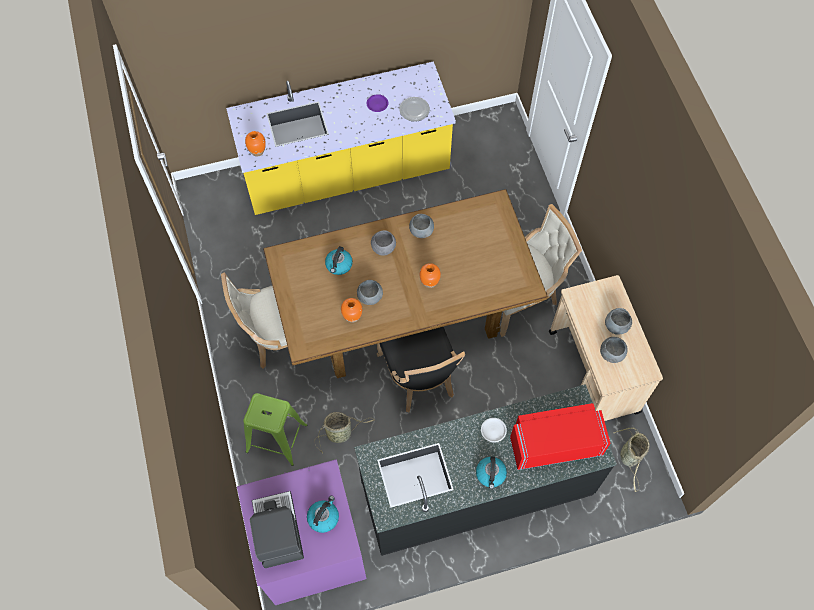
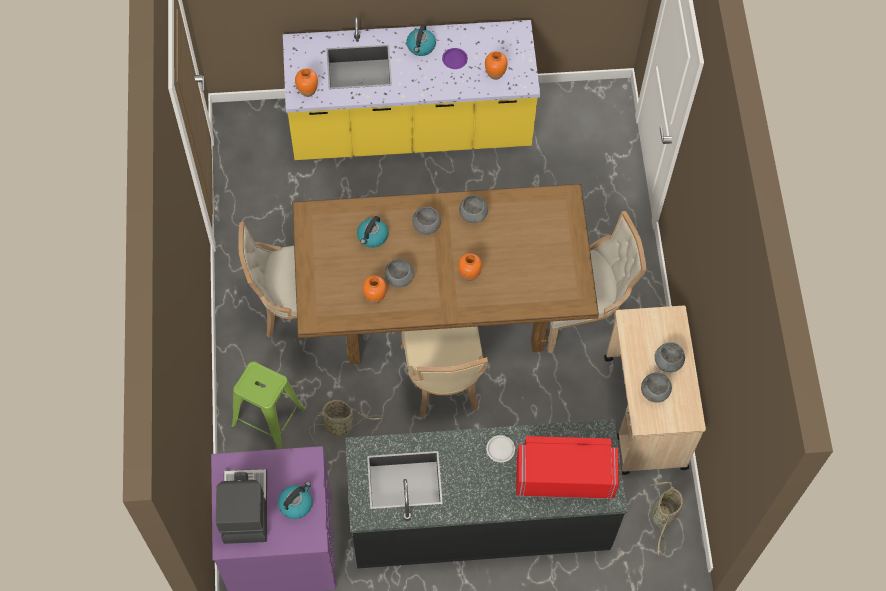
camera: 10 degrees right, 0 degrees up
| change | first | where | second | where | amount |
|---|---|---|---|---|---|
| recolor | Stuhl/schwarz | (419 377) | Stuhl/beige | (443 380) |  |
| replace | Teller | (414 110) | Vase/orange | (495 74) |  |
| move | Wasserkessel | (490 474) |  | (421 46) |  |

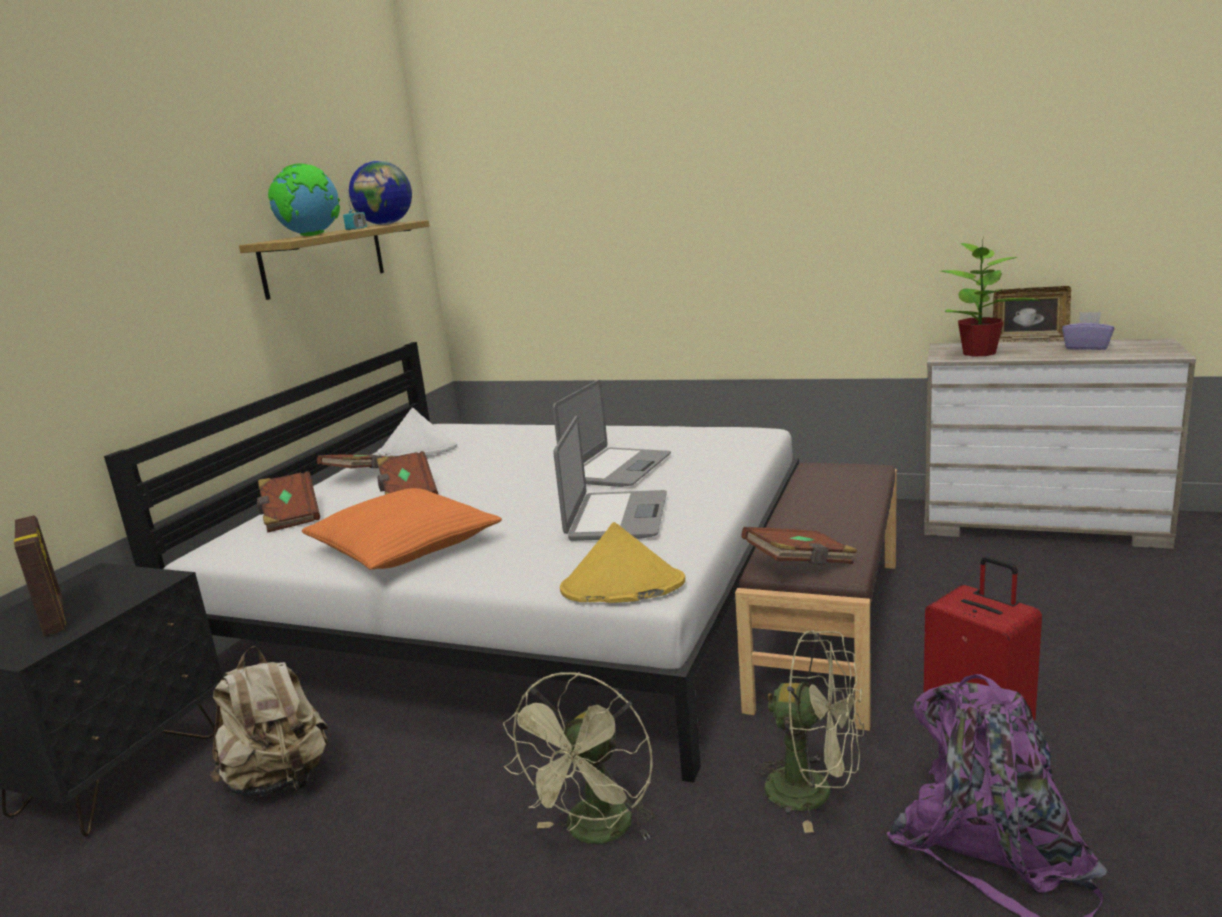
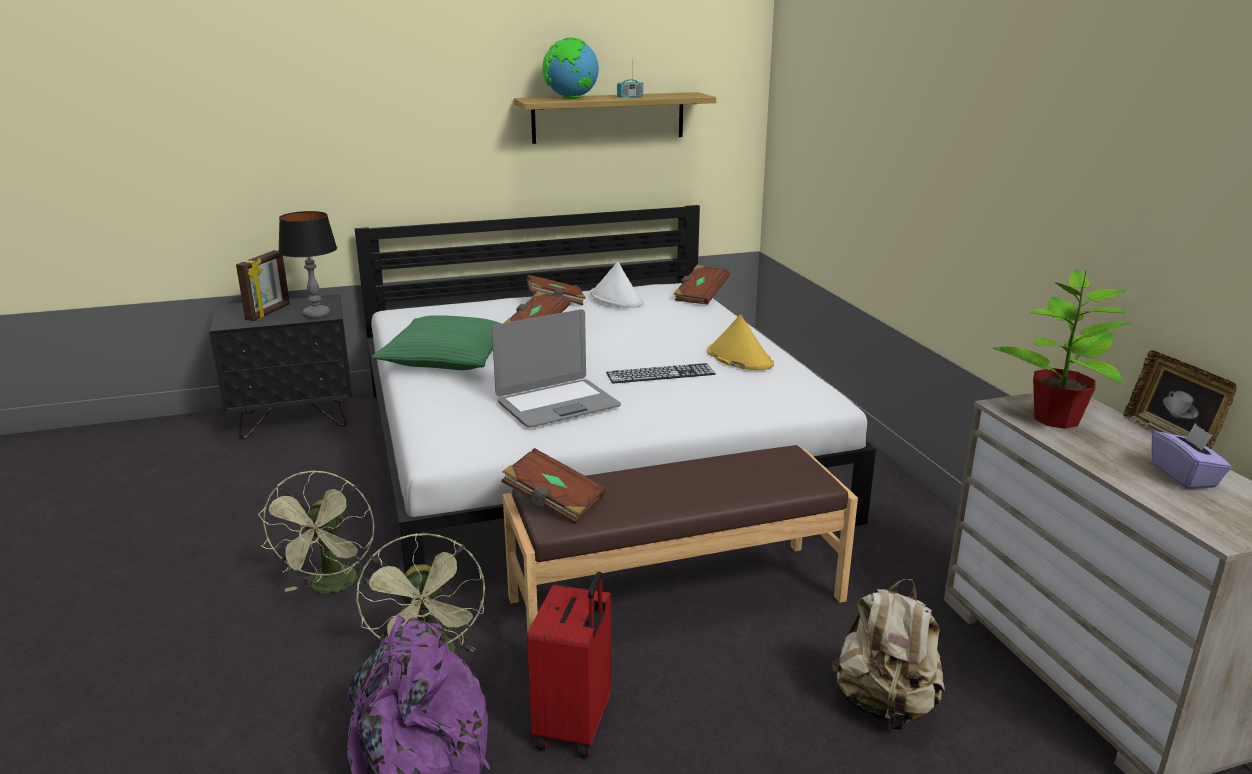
camera: 50 degrees right, 5 degrees up
| change | first | where | second | where | amount |
|---|---|---|---|---|---|
| move | Rucksack/beige | (280 781) |  | (884 705) |  |
| move | Buch/braun | (290 516) |  | (700 296) |  |
| recolor | Kissen/orange | (404 546) | Kissen/grün | (447 358) |  |
| delete | Globus | (386 224) |  |  |  |
| rotate | Ventilator/grün | (595 833) |  | (331 587) | 75 degrees counterclockwise |
| replace | Laptop | (616 468) | Tastatur | (660 373) |  |
| move | Hut/gelb | (622 586) |  | (739 358) |  |
| insert |  |  | Tischlampe | (316 315) |  |

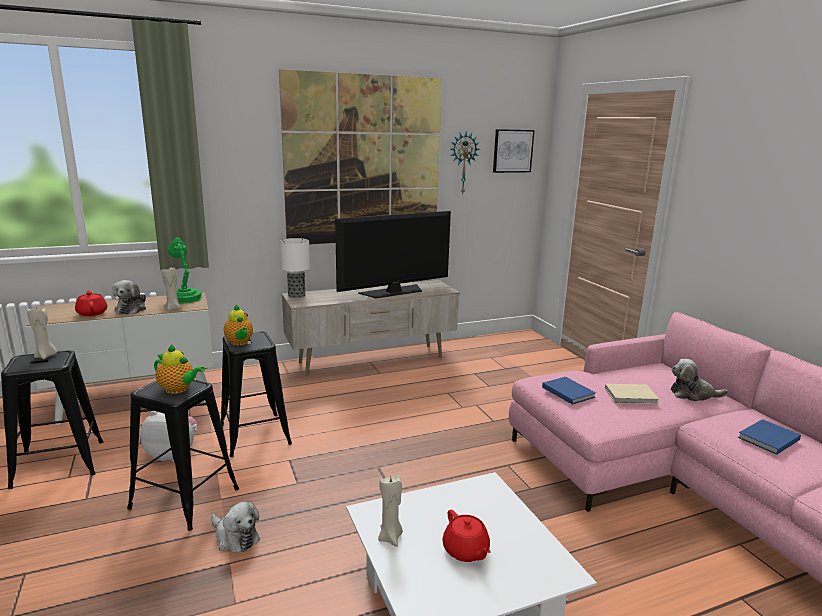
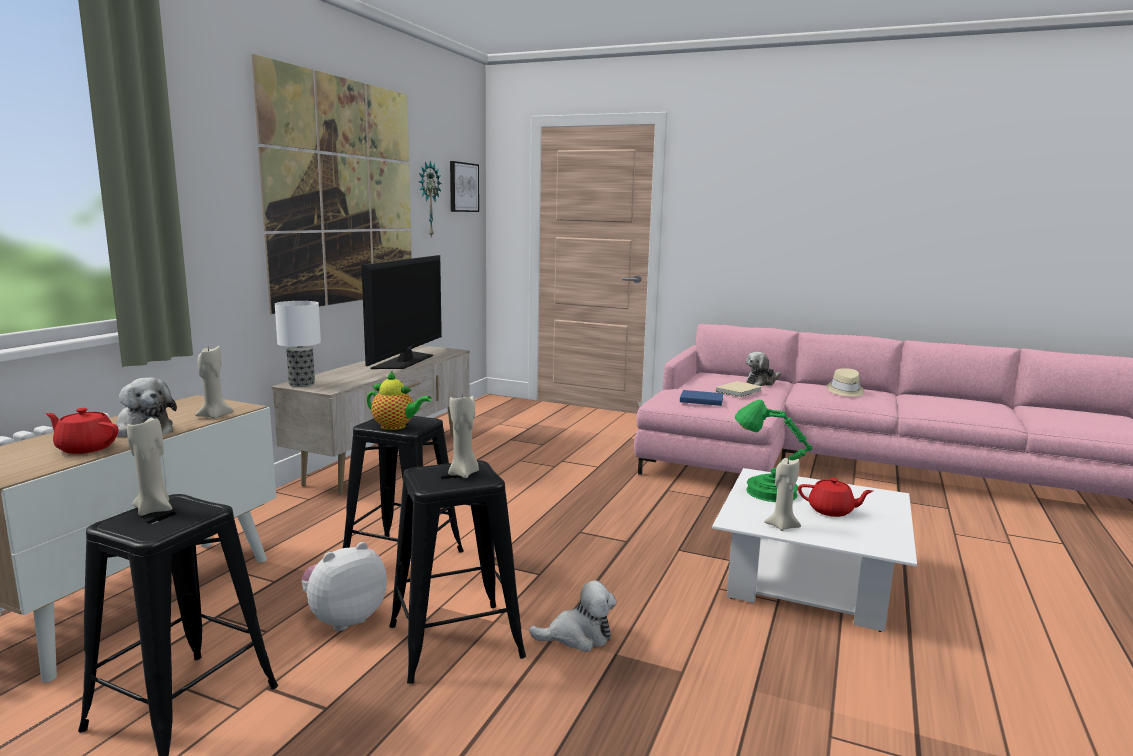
camera: 45 degrees left, 5 degrees down
| change | first | where | second | where | amount |
|---|---|---|---|---|---|
| replace | Teekanne | (178 389) | Kerze/beige | (464 474) |  |
| move | Tischlampe/grün | (184 298) |  | (766 492) |  |
| replace | Buch/blau | (767 439) | Hut/beige | (845 391) |  |

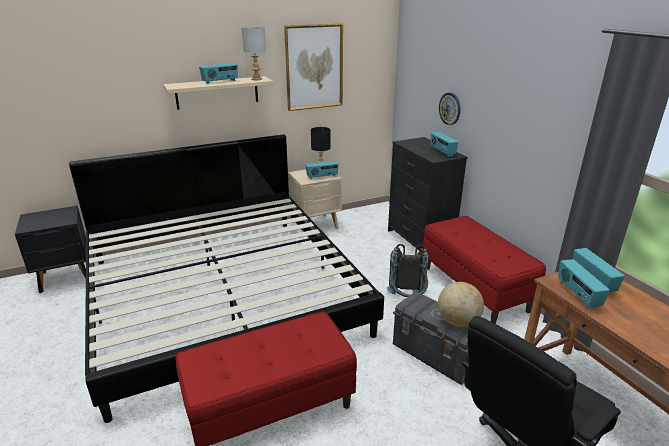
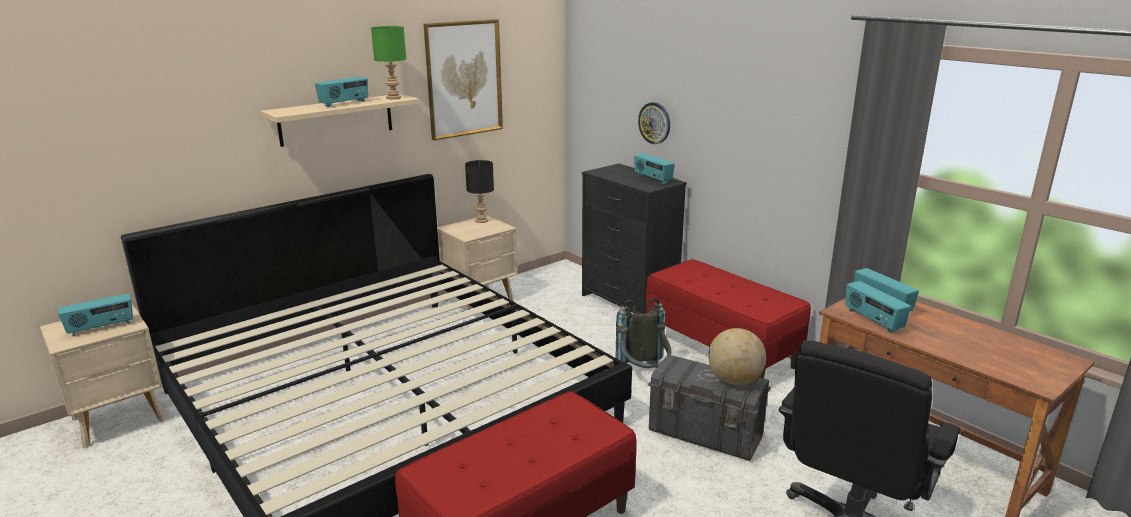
camera: 15 degrees left, 5 degrees down
| change | first | where | second | where | amount |
|---|---|---|---|---|---|
| recolor | Nachttisch/schwarz | (67 277) | Nachttisch/beige | (121 420) |  |
| recolor | Tischlampe/grau | (256 79) | Tischlampe/grün | (393 98) |  |
| move | Radio | (322 177) |  | (101 327) |  |

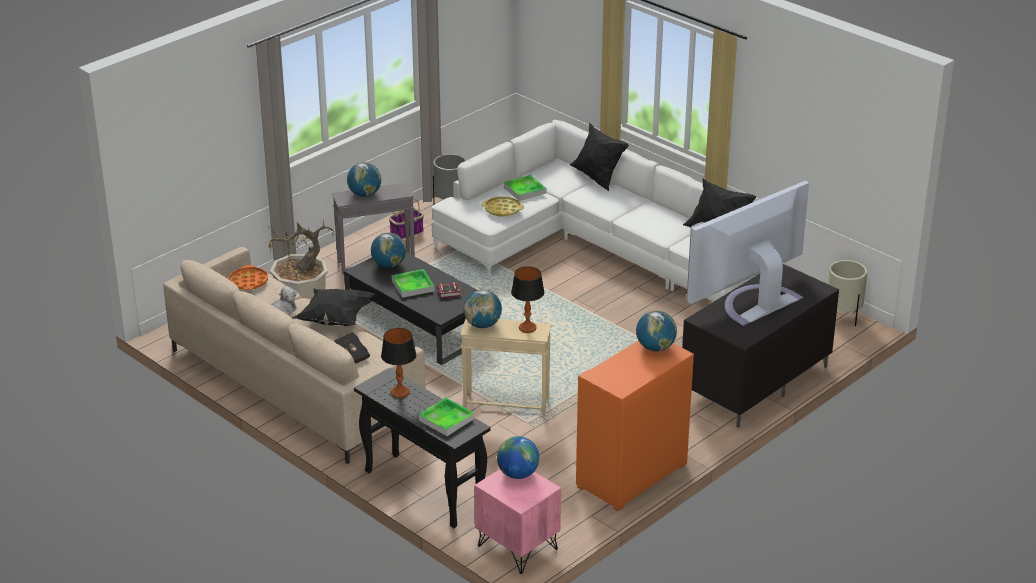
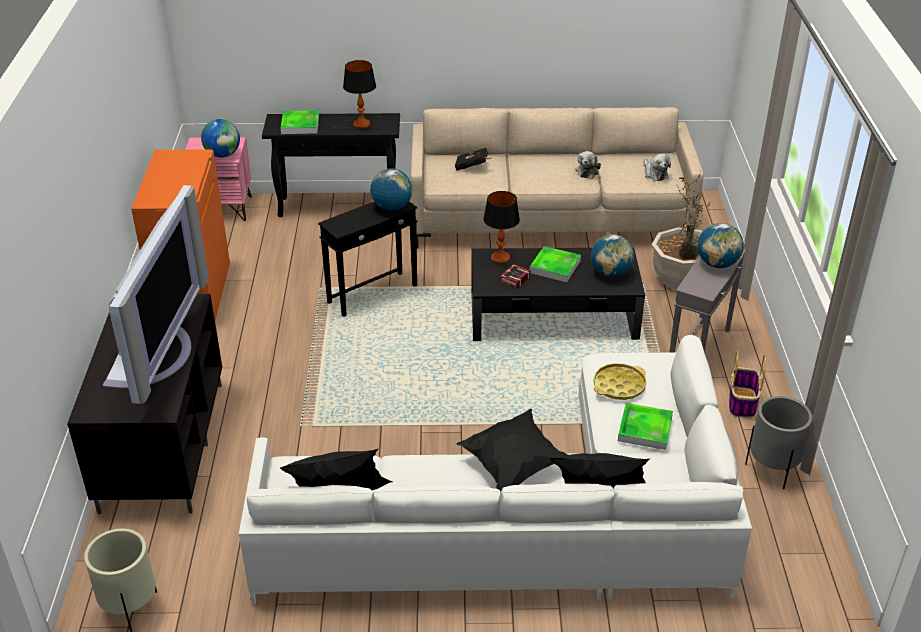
camera: 135 degrees right, 5 degrees up
| change | first | where | second | where | amount |
|---|---|---|---|---|---|
| replace | Tablett/orange | (248 282) | Plüschtier | (655 174) |  |
| move | Kissen/schwarz | (334 319) |  | (514 466) |  |
| recolor | Beistelltisch/beige | (506 402) | Beistelltisch/schwarz | (373 294) |  |
| move | Tischlampe | (527 328) |  | (500 258) |  |
| delete | Globus | (655 348) |  |  |  |

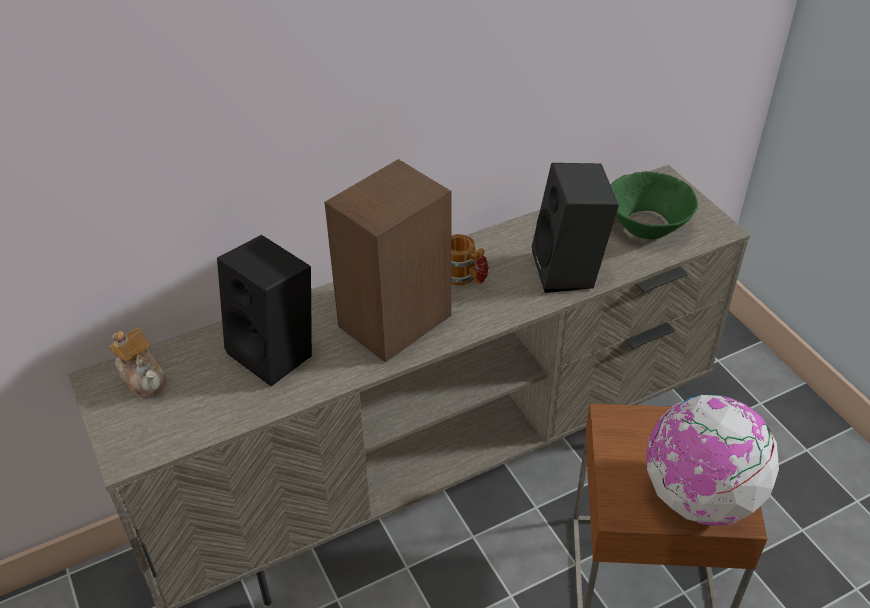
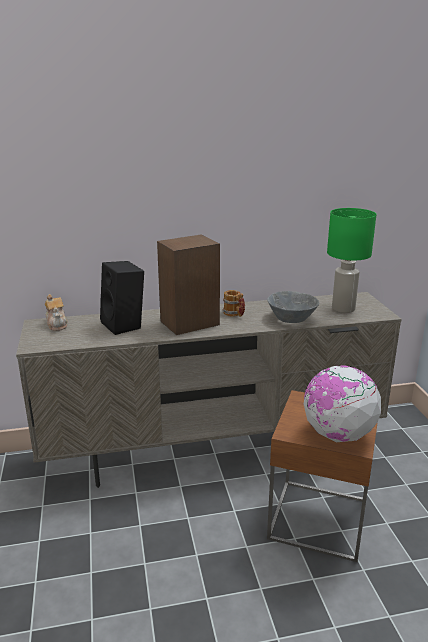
camera: 15 degrees right, 20 degrees down
| change | first | where | second | where | amount |
|---|---|---|---|---|---|
| replace | Lautsprecher/schwarz | (570 271) | Schüssel/grau | (292 318) |  |
| replace | Schüssel/grün | (647 225) | Tischlampe/grün | (344 309) |  |

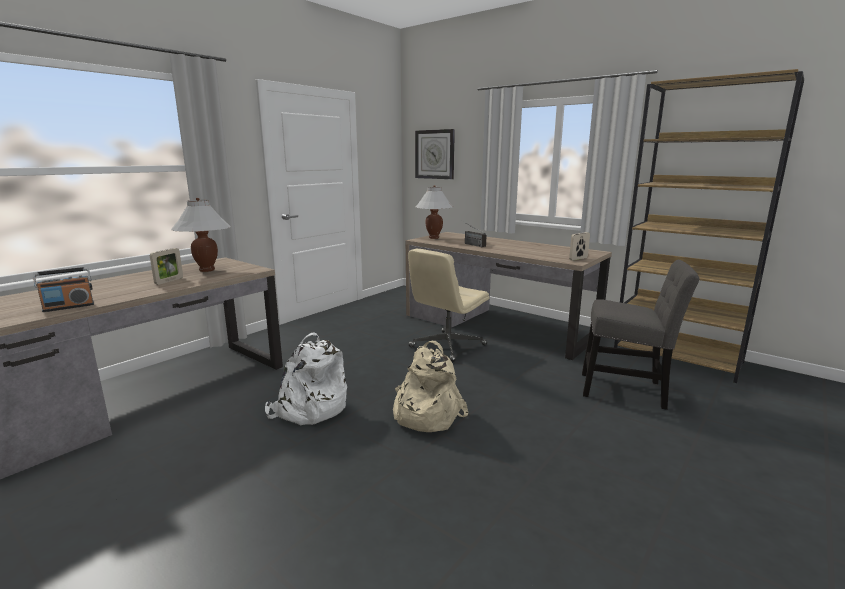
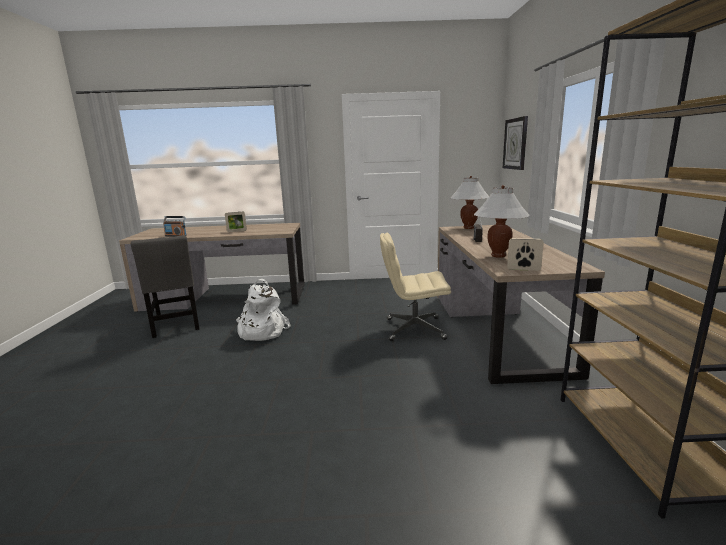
camera: 50 degrees right, 0 degrees up
| change | first | where | second | where | amount |
|---|---|---|---|---|---|
| move | Tischlampe/weiß | (207 270) |  | (498 255) |  |
| delete | Rucksack/beige | (425 414) |  |  |  |
| move | Stuhl/grau | (627 390) |  | (176 325) |  |

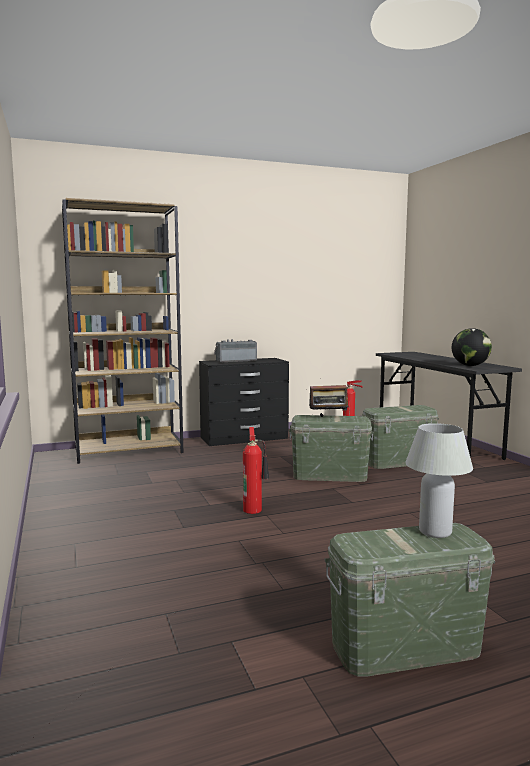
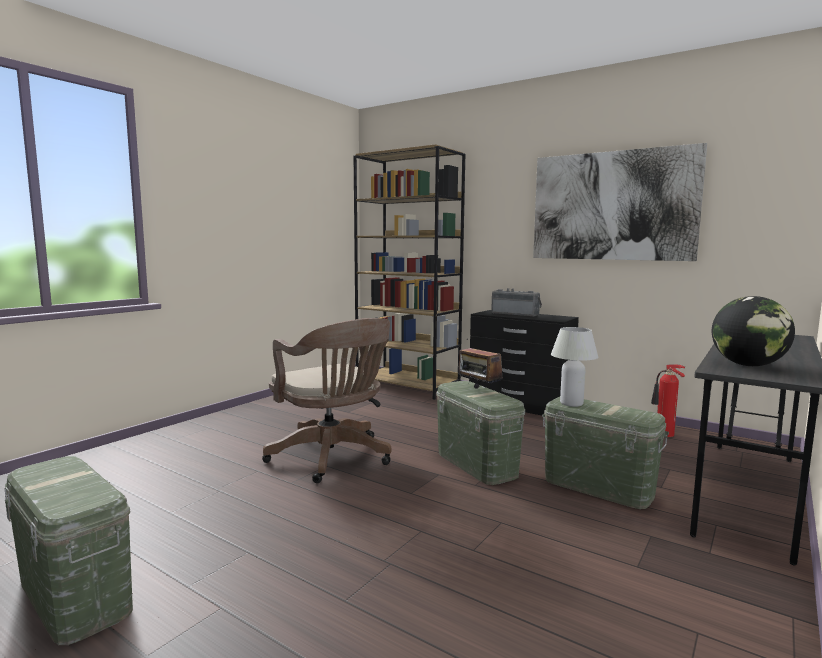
camera: 55 degrees right, 0 degrees up
| change | first | where | second | where | amount |
|---|---|---|---|---|---|
| replace | Feuerlöscher | (254 509) | Bürostuhl/braun | (333 458) |  |
| move | Tischlampe/weiß | (435 532) |  | (571 403) |  |
| insert |  |  | Bild | (612 206) |  |

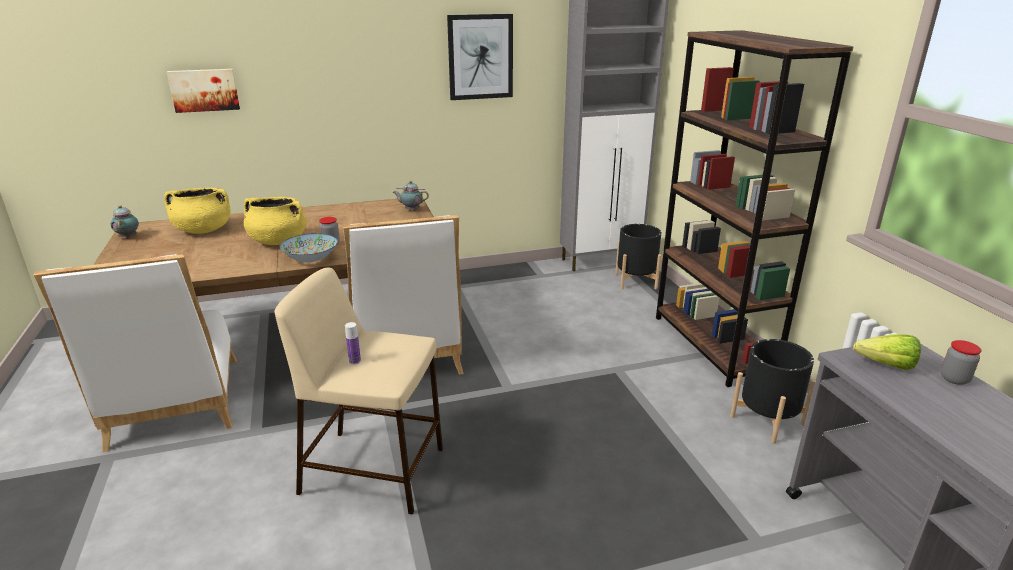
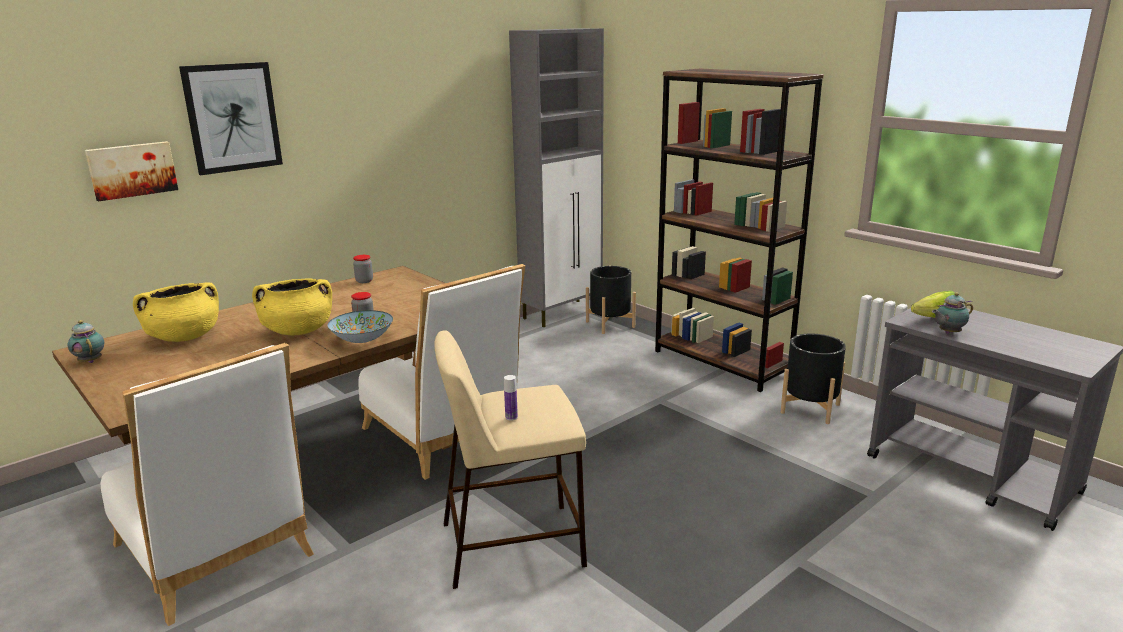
camera: 25 degrees left, 5 degrees down
| change | first | where | second | where | amount |
|---|---|---|---|---|---|
| move | Teekanne | (411 210) |  | (948 333) |  |
| move | Bild | (480 57) |  | (232 117) |  |
| move | Vorratsglas | (954 379) |  | (364 281) |  |

